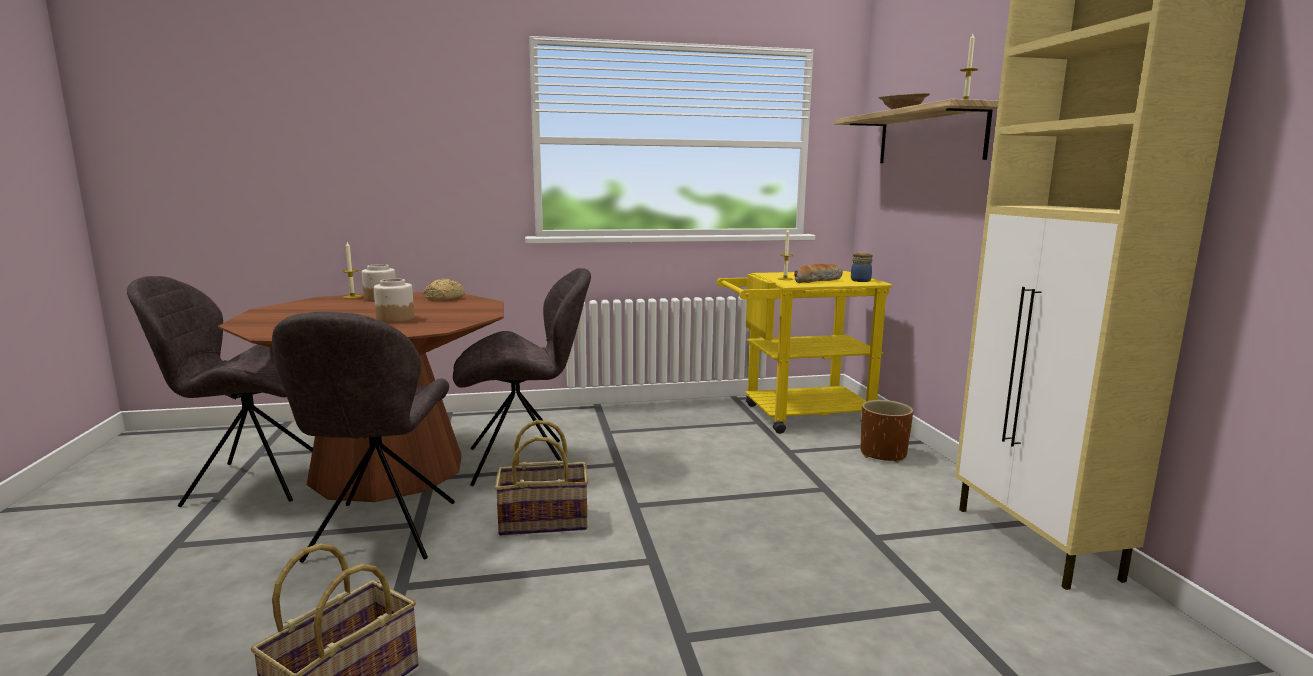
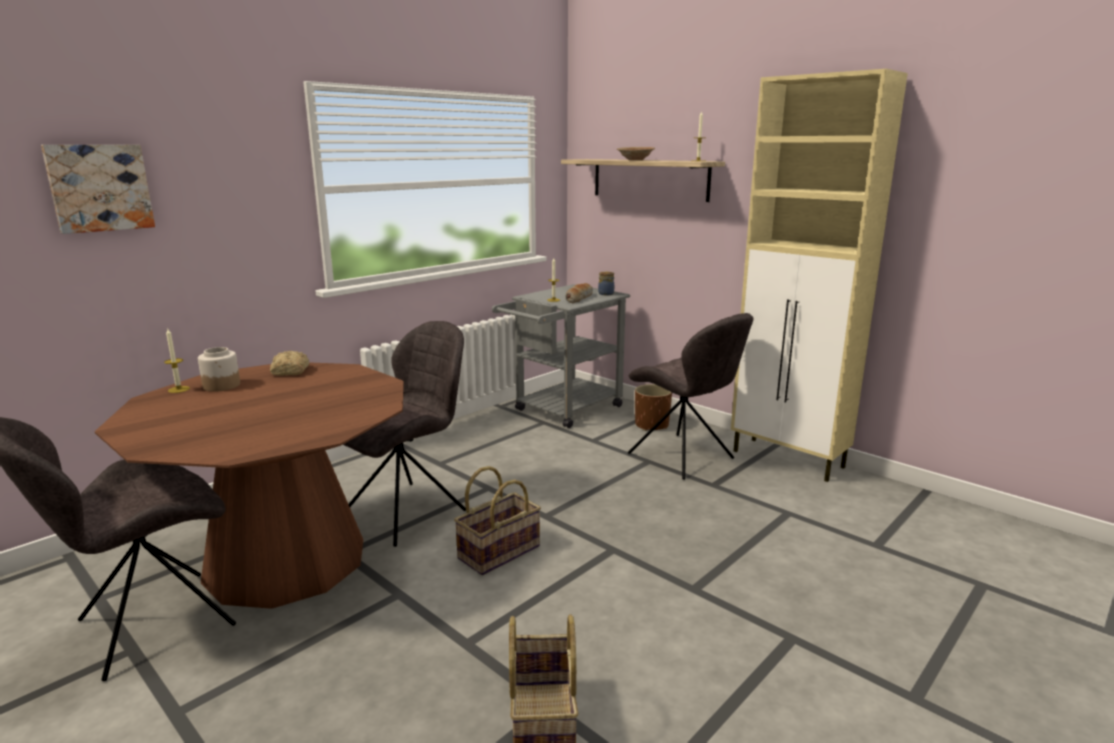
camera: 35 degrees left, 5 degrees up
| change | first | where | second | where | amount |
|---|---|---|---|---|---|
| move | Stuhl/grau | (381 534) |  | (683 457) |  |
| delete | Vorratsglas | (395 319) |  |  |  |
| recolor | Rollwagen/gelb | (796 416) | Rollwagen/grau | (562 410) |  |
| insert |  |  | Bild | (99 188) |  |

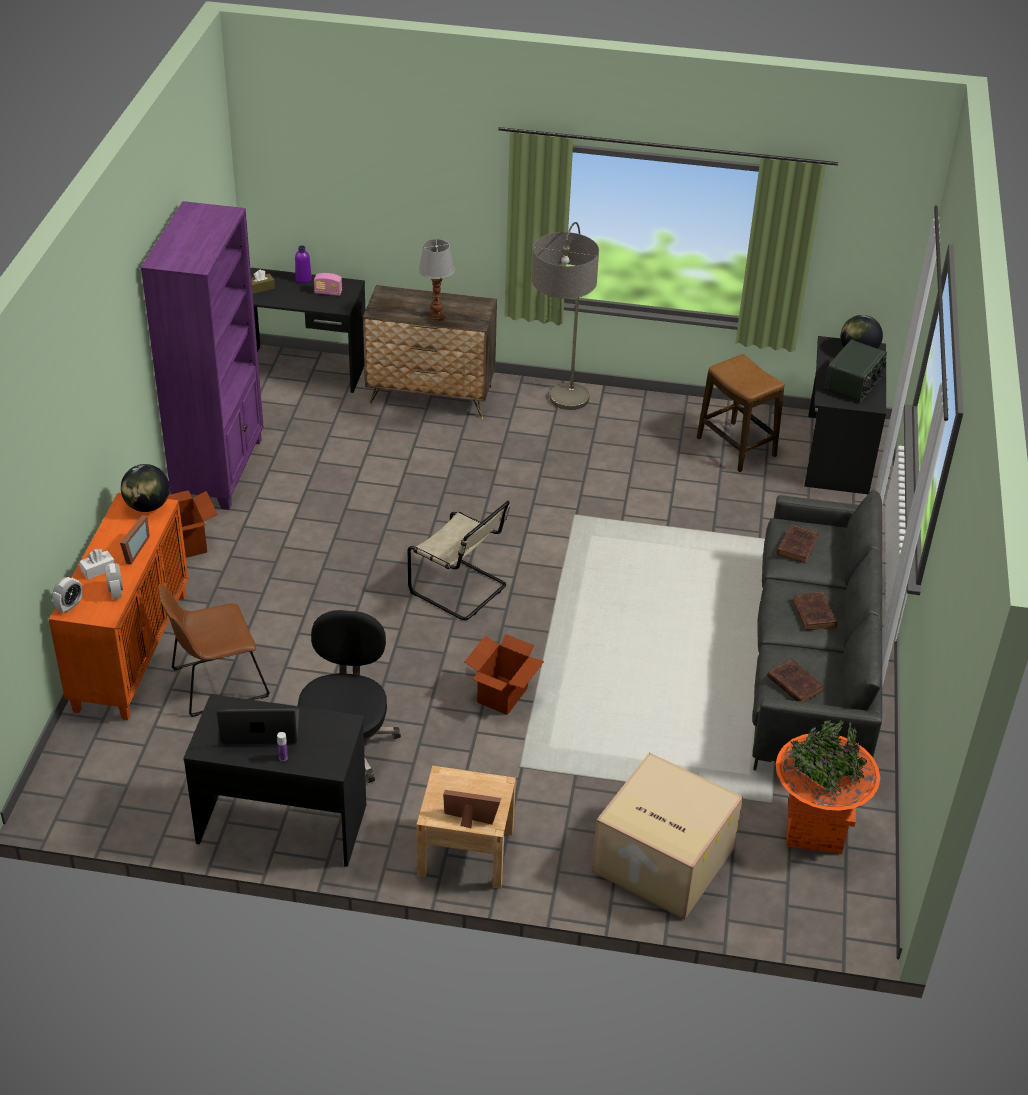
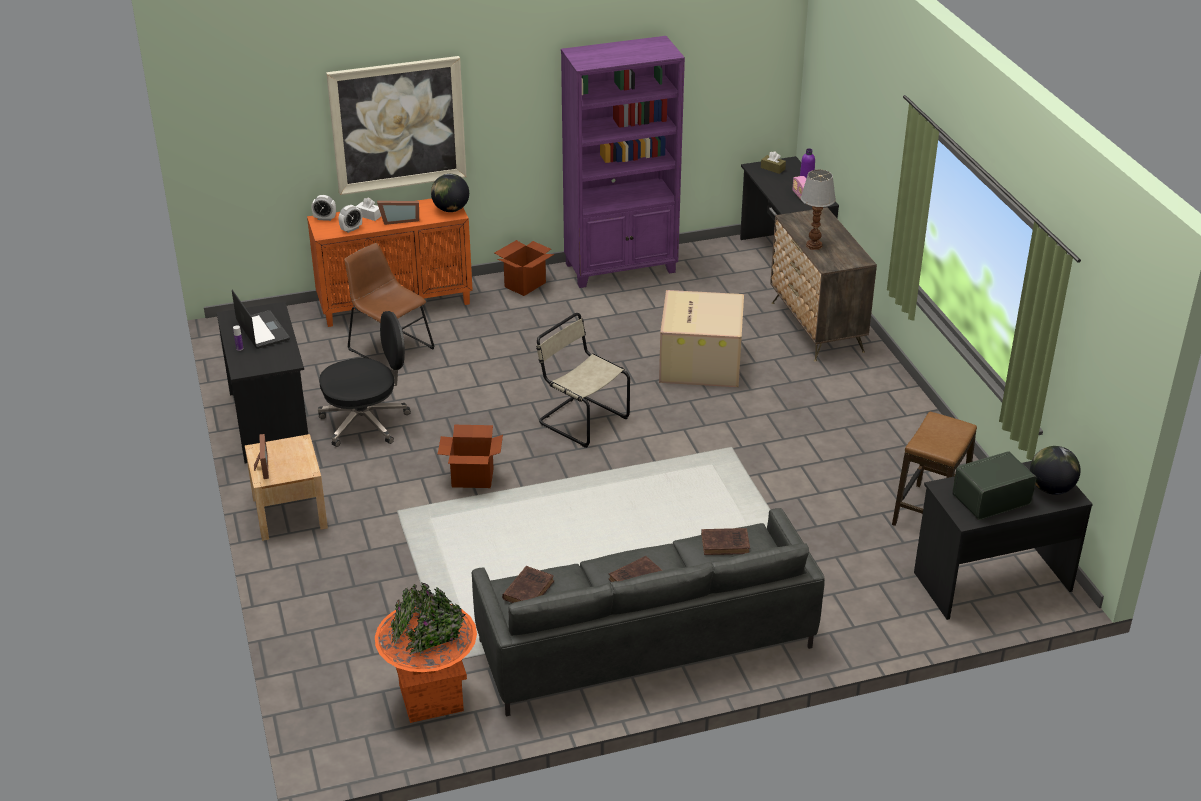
camera: 65 degrees right, 5 degrees down
| change | first | where | second | where | amount |
|---|---|---|---|---|---|
| rotate | Stuhl/beige | (461 590) |  | (580 419) | 120 degrees clockwise |
| delete | Stehlampe | (560 426) |  |  |  |
| move | Karton | (660 860) |  | (699 361) |  |
| rotate | Radio | (854 384) |  | (990 498) | 150 degrees clockwise |
| insert |  |  | Bild | (398 125) |  |

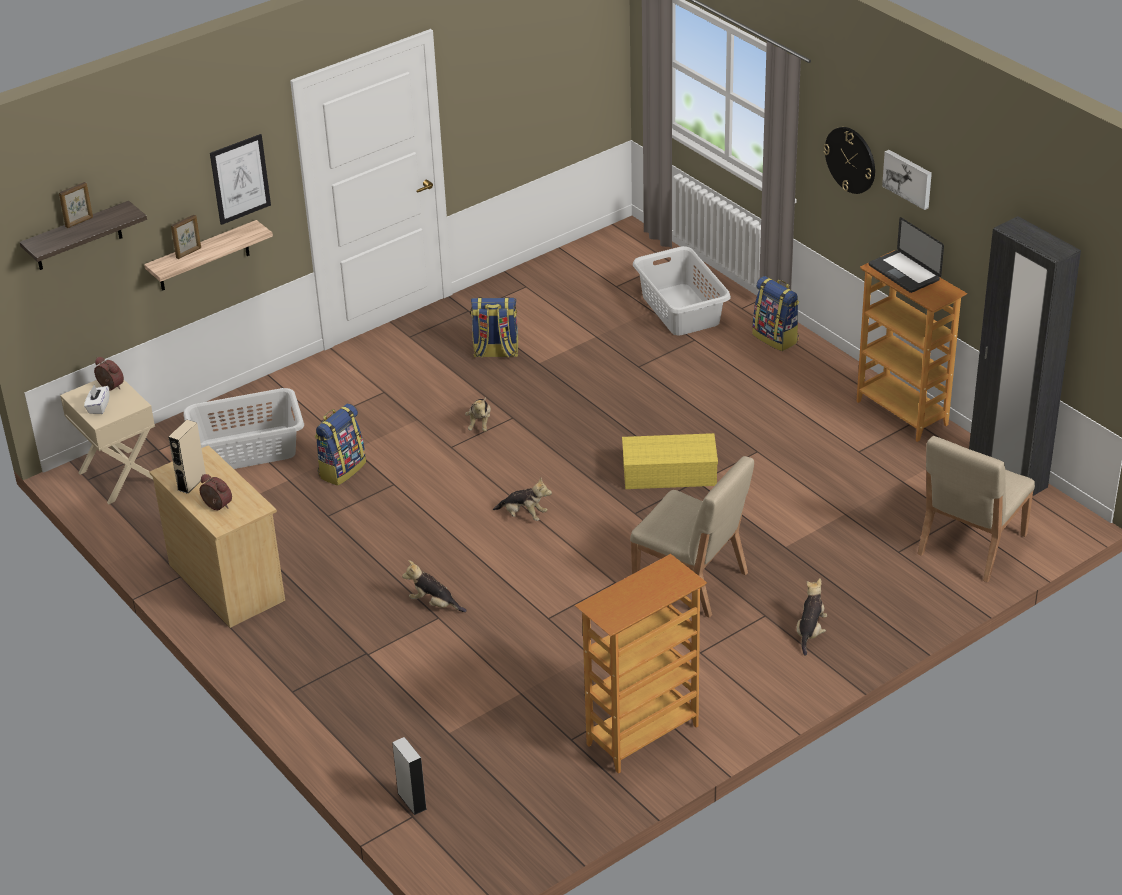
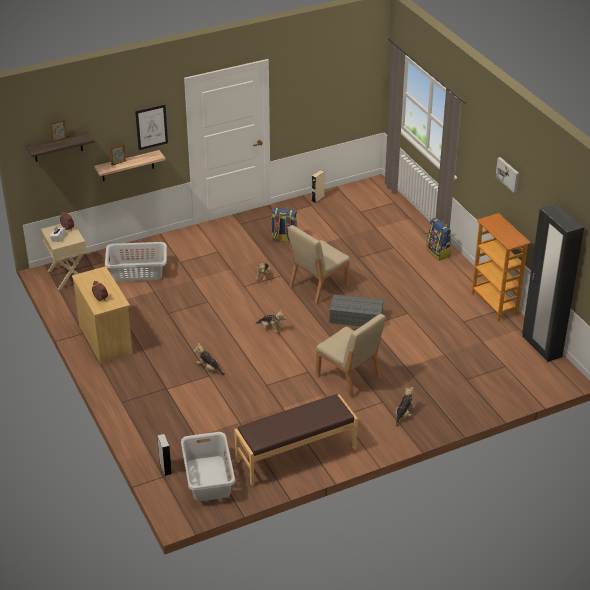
camera: 10 degrees right, 0 degrees up
| change | first | where | second | where | amount |
|---|---|---|---|---|---|
| move | Lautsprecher/beige | (192 482) |  | (317 199) |  |
| delete | Rucksack | (341 469) |  |  |  |
| replace | Bücherregal | (643 736) | Bank/braun | (296 455) |  |
| recolor | Aufbewahrungsbox/gelb | (670 472) | Aufbewahrungsbox/grau | (357 317) |  |
| move | Wäschekorb/grau | (681 309) |  | (209 478) |  |
| delete | Wanduhr | (850 159) |  |  |  |
| delete | Laptop | (904 273) |  |  |  |
| move | Stuhl/beige | (971 545) |  | (318 286) |  |

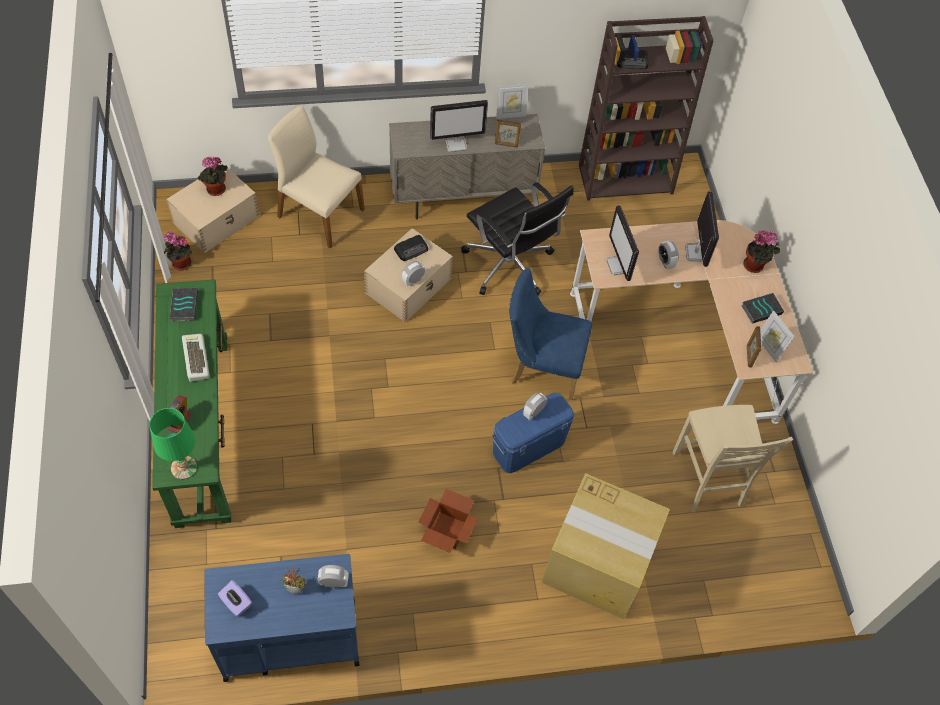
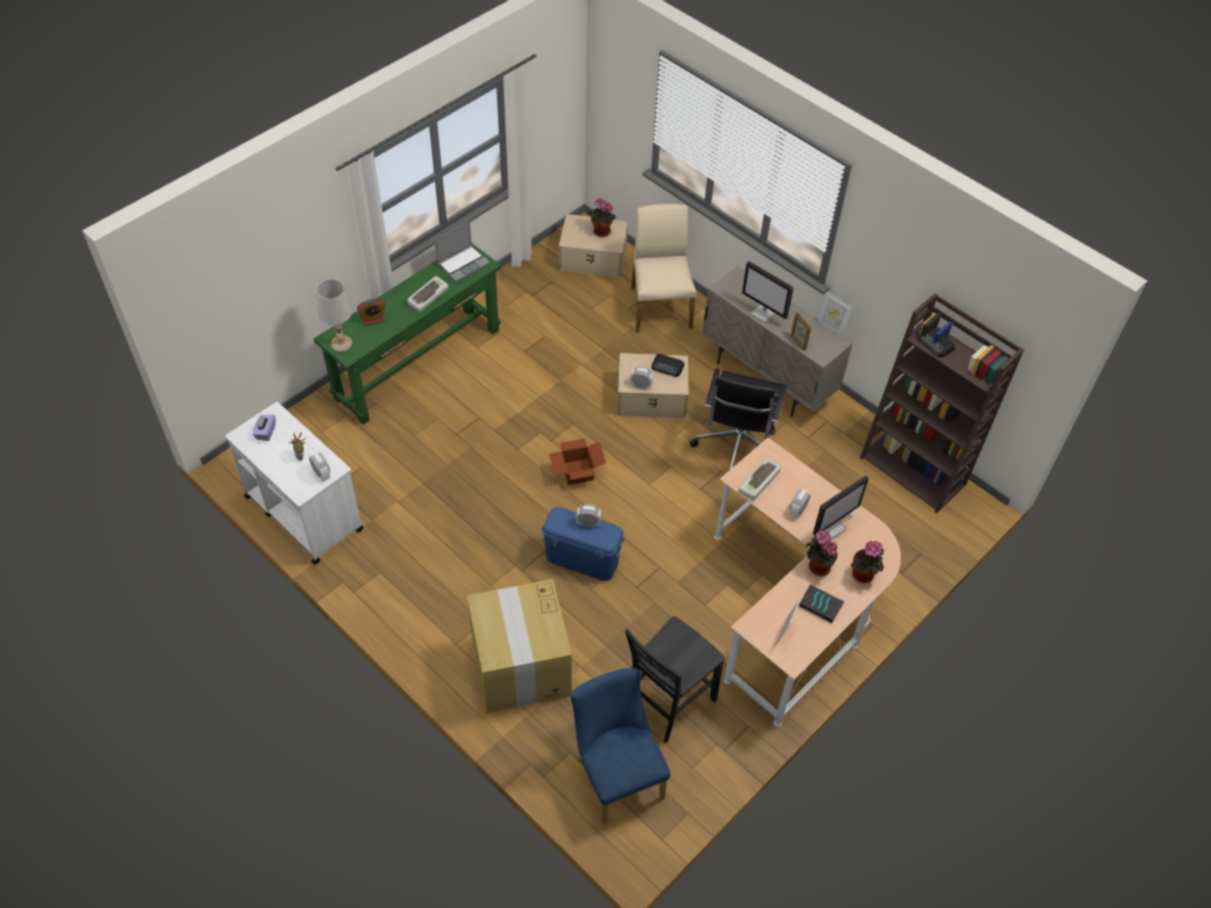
camera: 55 degrees right, 5 degrees down
| change | first | where | second | where | amount |
|---|---|---|---|---|---|
| recolor | Tischlampe/grün | (184 468) | Tischlampe/weiß | (341 344) |  |
| move | Topfpflanze | (180 264) |  | (817 566) |  |
| replace | Buch | (183 306) | Laptop | (463 263) |  |
| recolor | Rollwagen/blau | (289 638) | Rollwagen/weiß | (303 512) |  |
| move | Karton | (446 531) |  | (576 471) |  |
| move | Stuhl/blau | (541 367) |  | (616 773) |  |
| replace | Monitor | (619 266) | Tastatur | (760 482) |  |
| recolor | Stuhl/beige | (708 480) | Stuhl/schwarz | (668 703) |  |
| delete | Bilderrahmen | (749 356) |  |  |  |

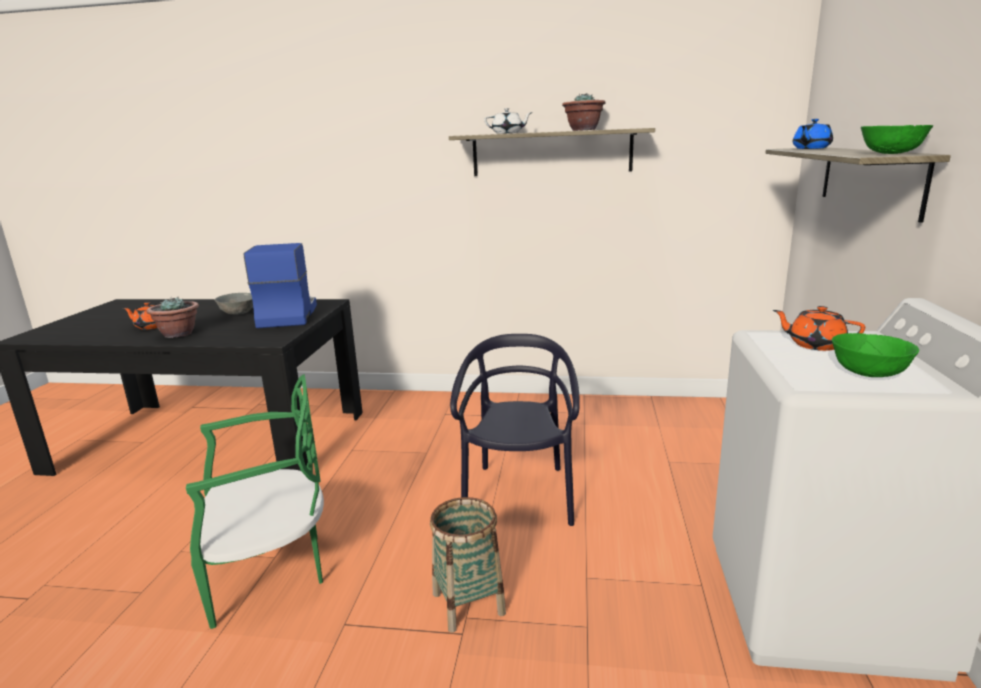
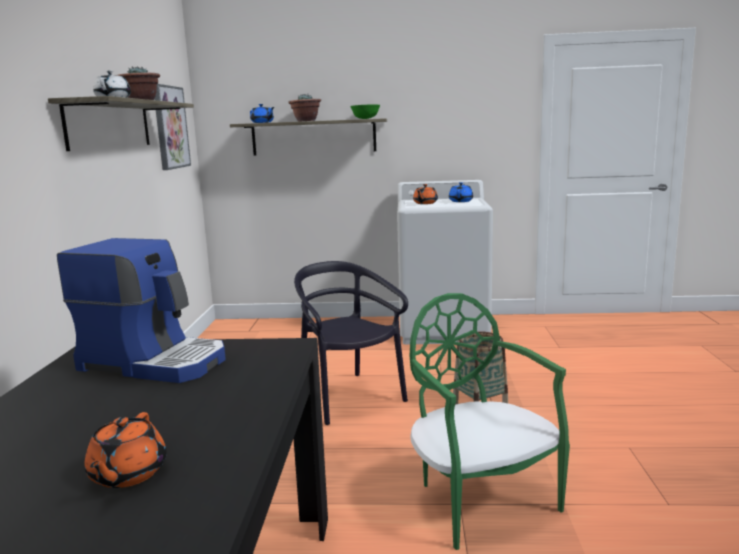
camera: 95 degrees left, 5 degrees down
| change | first | where | second | where | amount |
|---|---|---|---|---|---|
| move | Topfpflanze | (178 334) |  | (305 121) |  |
| delete | Schüssel/grau | (238 313) |  |  |  |
| rotate | Kaffeemaschine | (287 315) |  | (155 361) | 150 degrees counterclockwise |
| rotate | Stuhl/schwarz | (519 496) |  | (348 397) | 60 degrees clockwise |
| replace | Schüssel/grün | (868 373) | Teekanne/blau | (461 201) |  |
| insert |  |  | Bild | (170 127) |  |

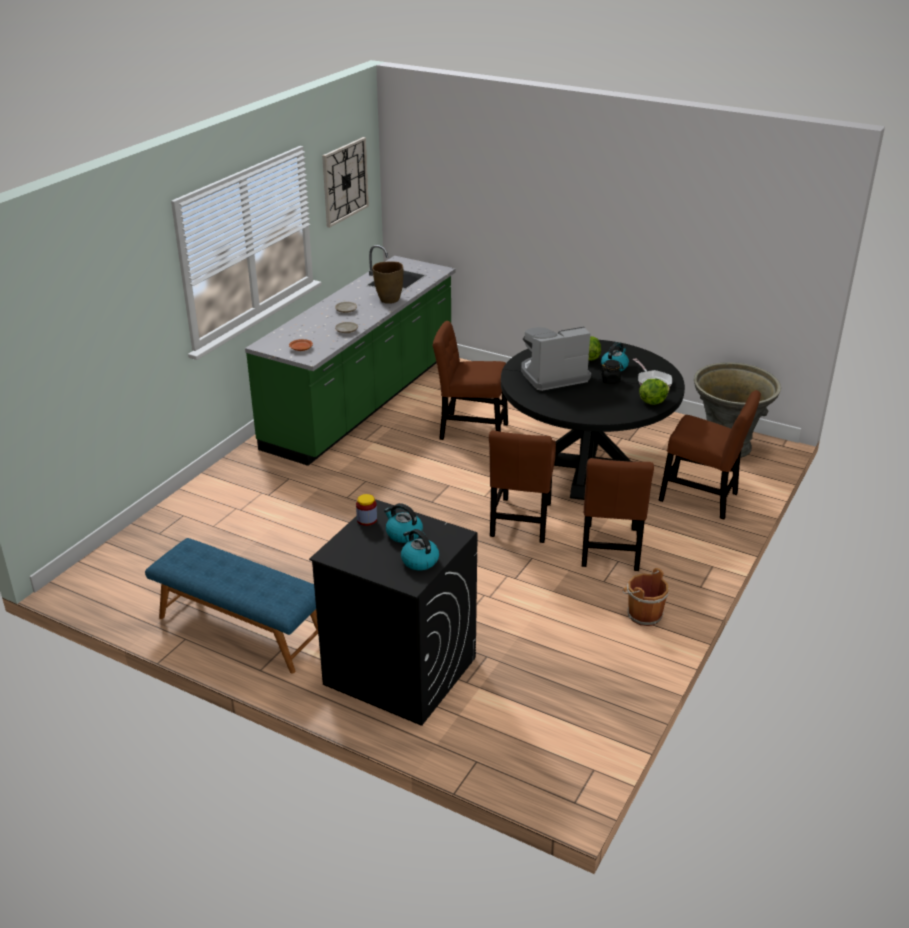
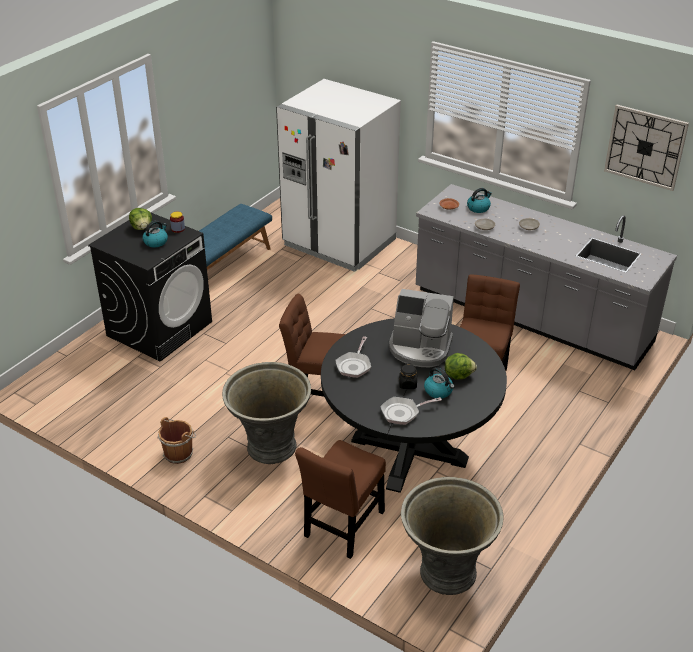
camera: 95 degrees right, 5 degrees up
| change | first | where | second | where | amount |
|---|---|---|---|---|---|
| recolor | Küchenzeile/grün | (362 402) | Küchenzeile/grau | (530 317) |  |
| delete | Vase/braun | (389 300) |  |  |  |
| move | Wasserkessel | (419 561) |  | (478 208) |  |
| rotate | Kaffeemaschine | (552 375) |  | (420 348) | 120 degrees clockwise |
| replace | Stuhl/braun | (610 550) | Pflanzkübel/grau | (270 447) |  |
| move | Salatkopf | (652 401) |  | (142 228) |  |
| insert |  |  | Kühlschrank/weiß | (339 243) |  |
| insert |  |  | Pfanne | (354 365) |  |

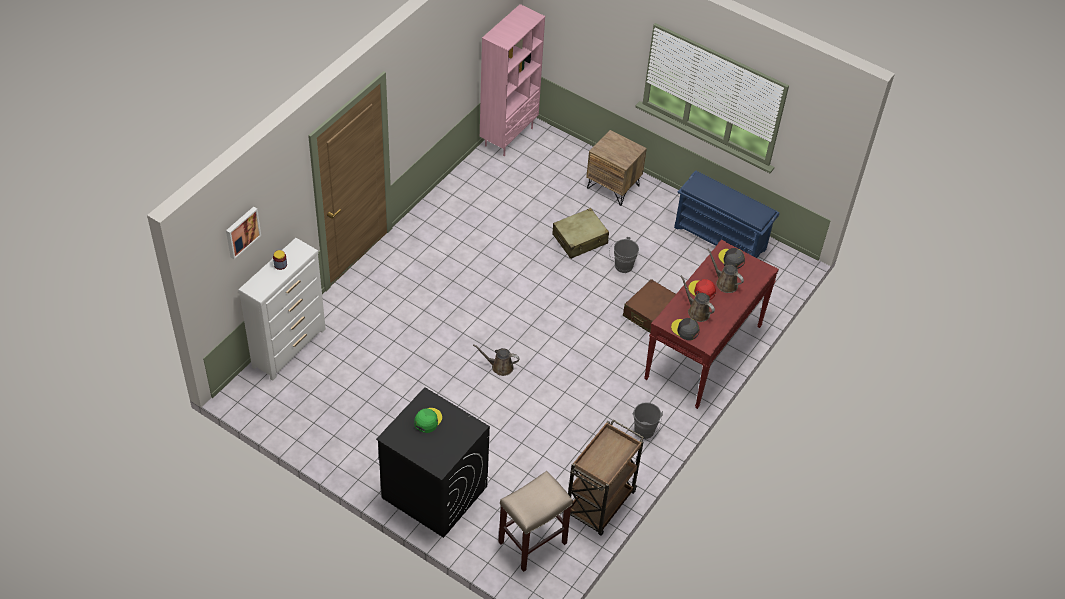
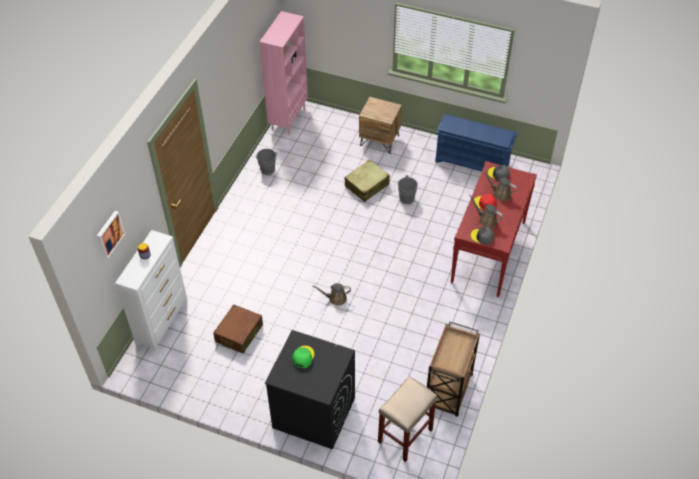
camera: 10 degrees left, 0 degrees up
| change | first | where | second | where | amount |
|---|---|---|---|---|---|
| move | Koffer/braun | (650 313) |  | (239 333) |  |
| move | Eimer/grau | (644 432) |  | (268 171) |  |

